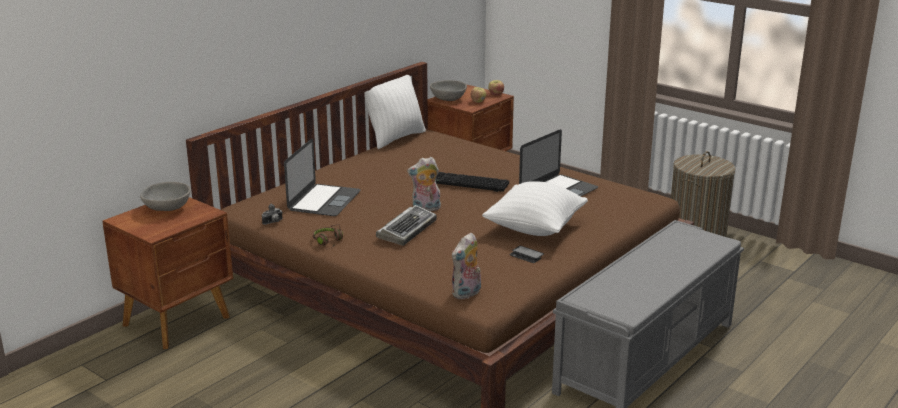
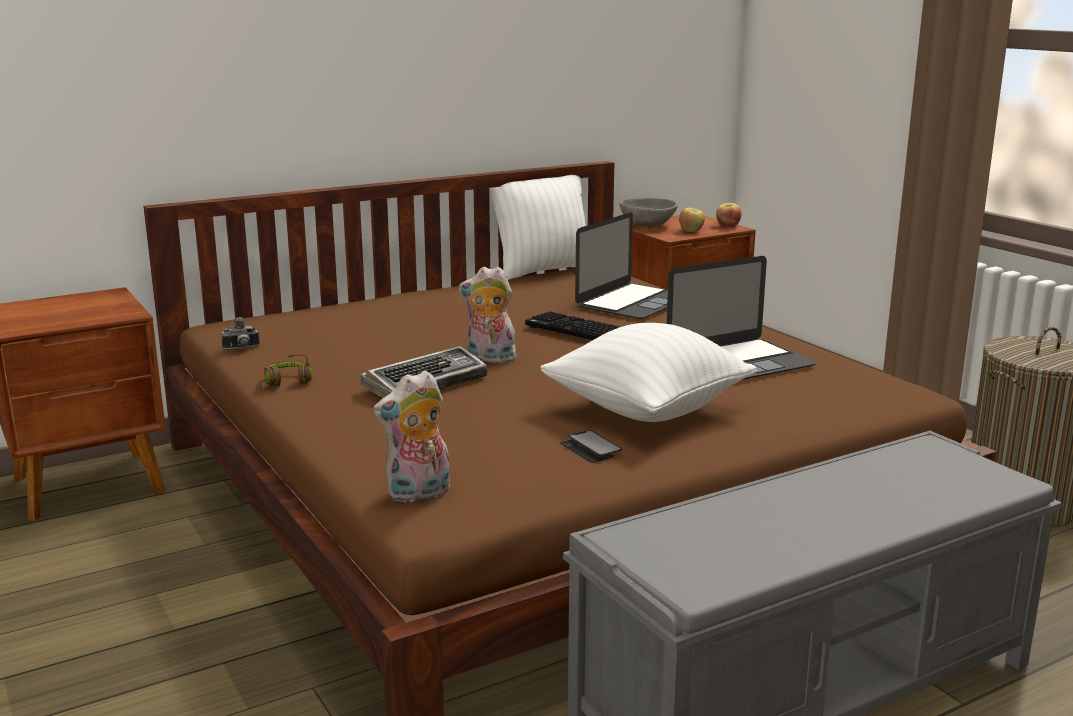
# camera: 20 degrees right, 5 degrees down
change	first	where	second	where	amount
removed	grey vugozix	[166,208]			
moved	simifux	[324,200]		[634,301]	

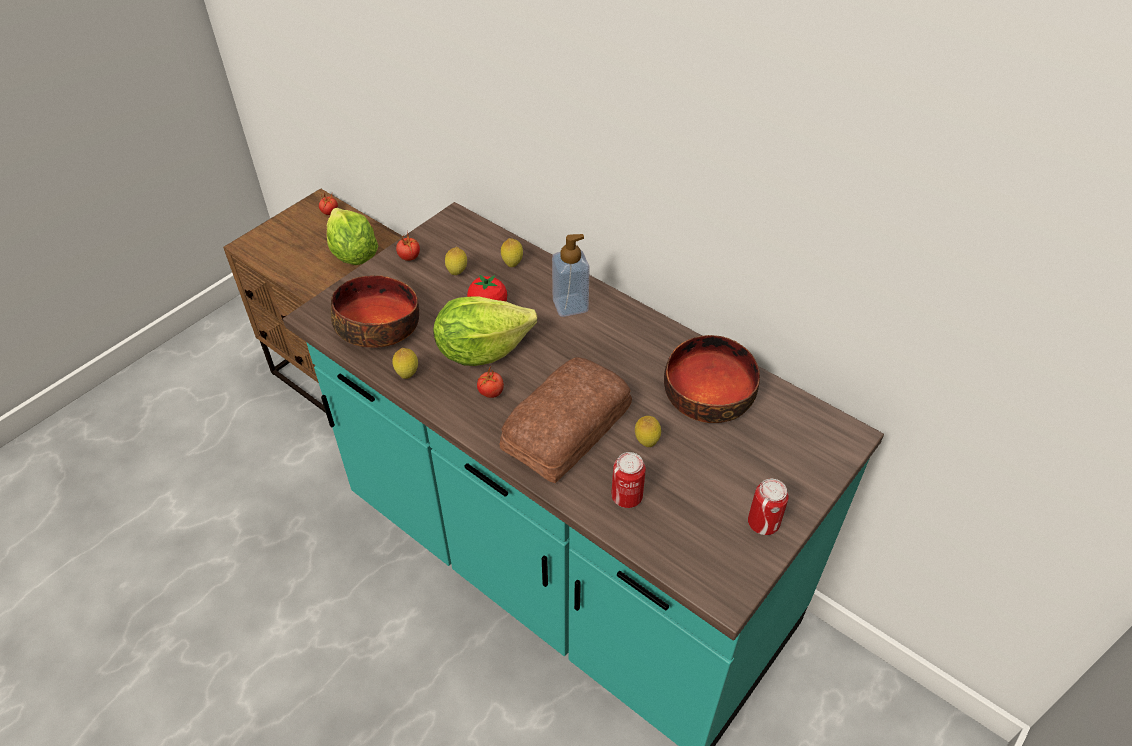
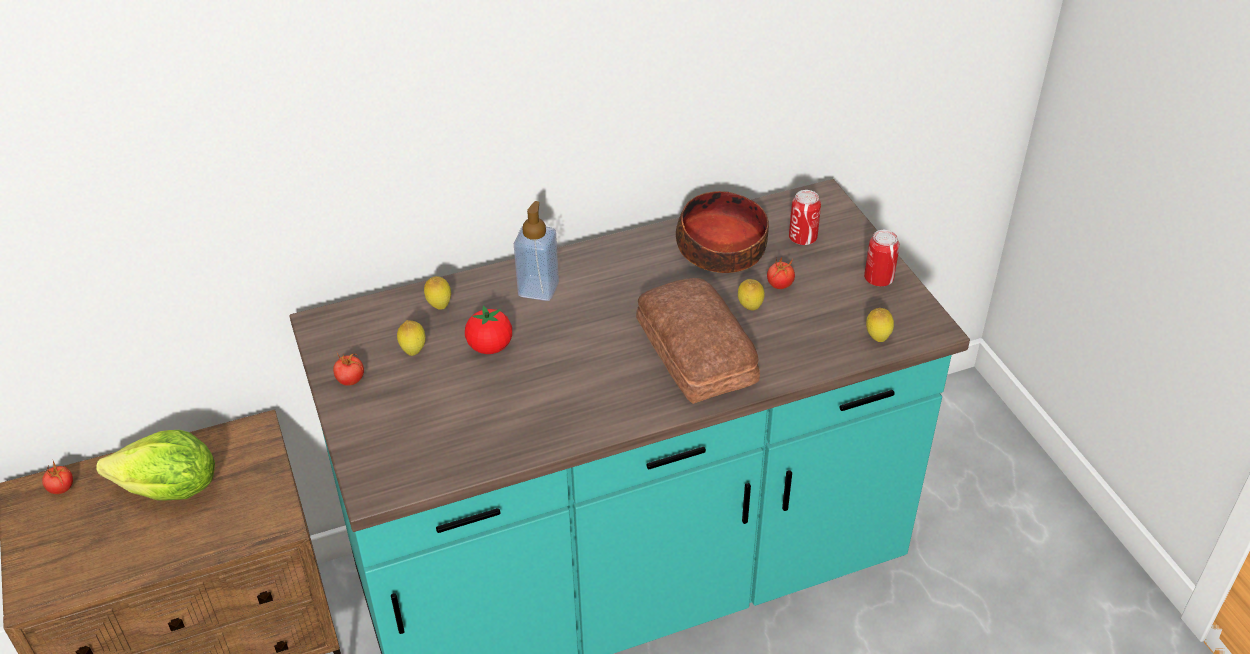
# camera: 60 degrees left, 5 degrees down
change	first	where	second	where	amount
removed	vugozix	[379,325]			
moved	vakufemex	[407,374]		[877,338]	
removed	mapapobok	[481,350]			
moved	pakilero	[491,393]		[779,285]	
moved	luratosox	[626,496]		[802,238]	

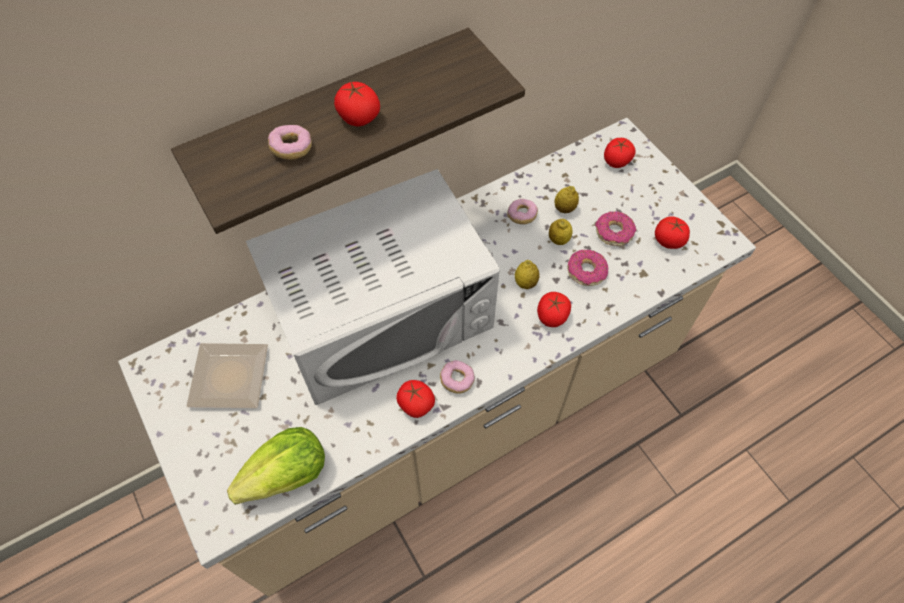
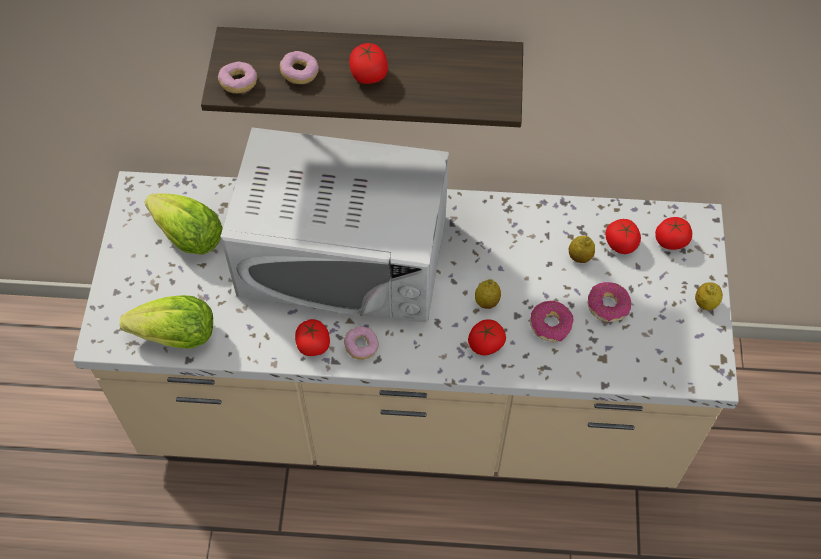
# camera: 35 degrees right, 0 degrees up
change	first	where	second	where	amount
replaced	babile	[232,380]	mapapobok	[189,237]	
moved	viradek	[522,215]		[238,83]	
moved	vakufemex	[558,240]		[705,303]	
moved	pakilero	[668,240]		[621,244]	

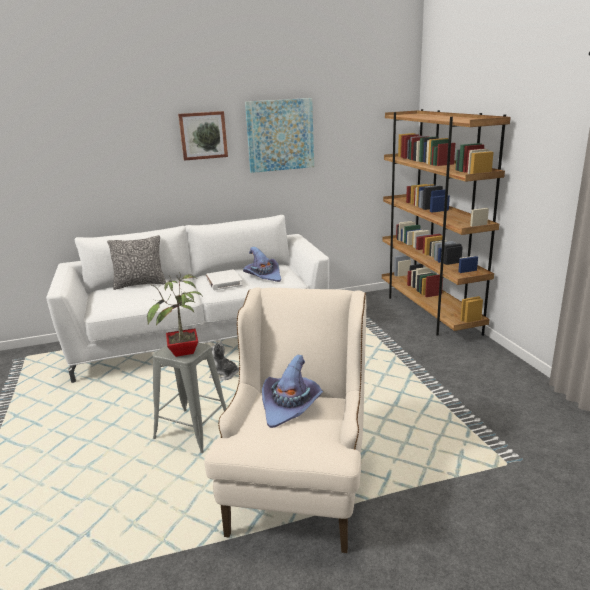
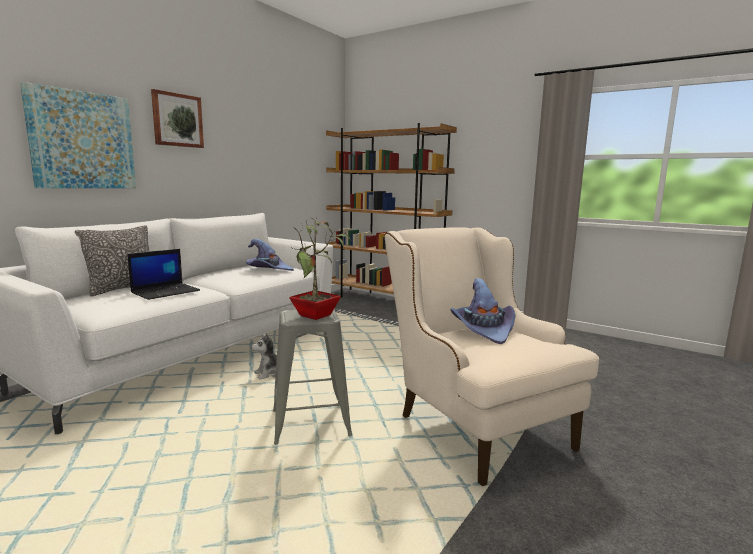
# camera: 40 degrees left, 10 degrees down
change	first	where	second	where	amount
removed	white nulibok	[223,282]			
moved	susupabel	[280,135]		[82,140]	
added			simifux	[166,291]	

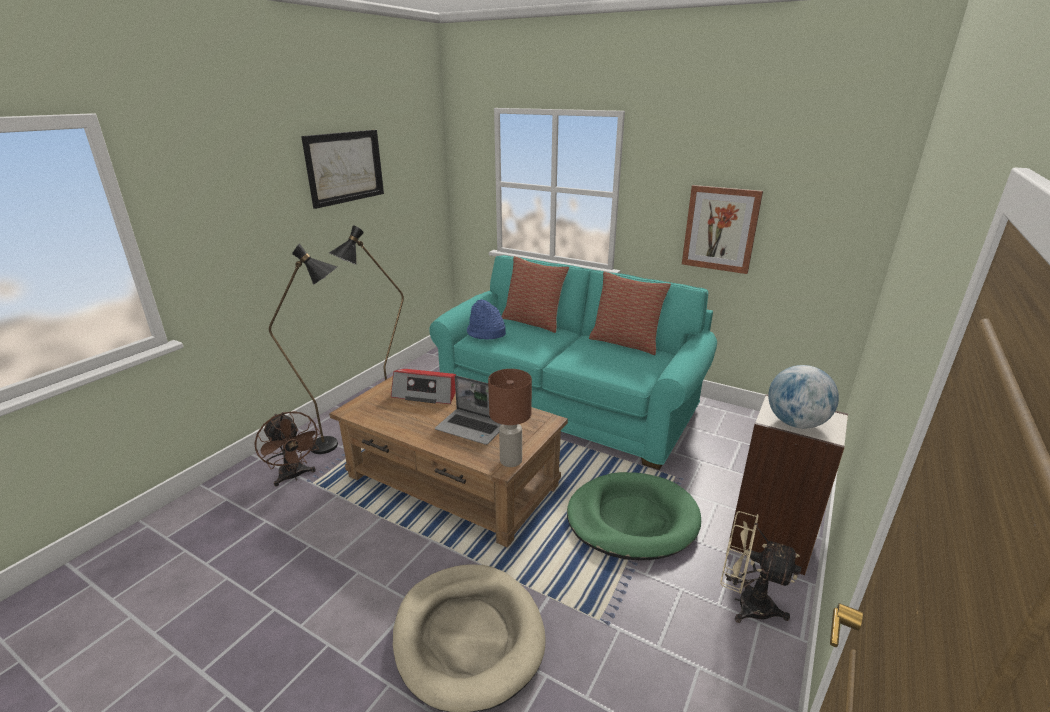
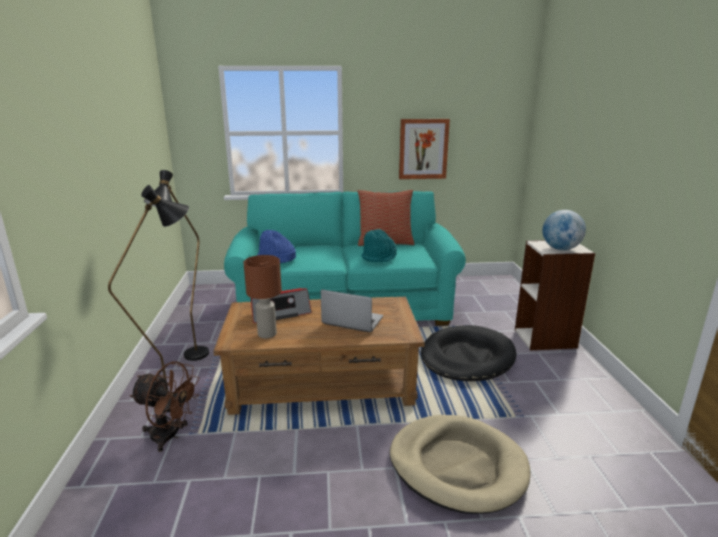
# camera: 35 degrees left, 5 degrees down
change	first	where	second	where	amount
removed	susupabel	[344,167]			
turned	simifux	[473,427]		[351,321]	150 degrees counterclockwise
moved	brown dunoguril	[511,460]		[267,334]	
removed	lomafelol	[533,322]			
recoloured	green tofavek	[632,519]	black tofavek	[467,357]	
removed	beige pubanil	[745,603]			
added			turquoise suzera	[379,257]	

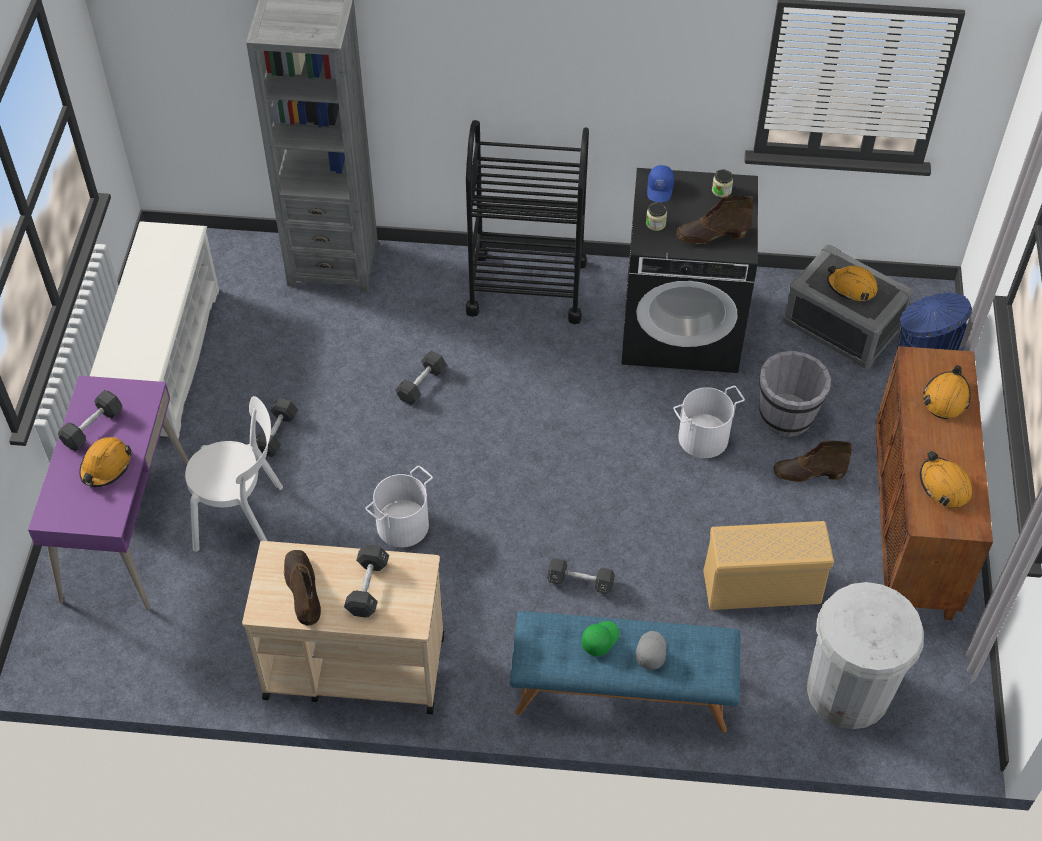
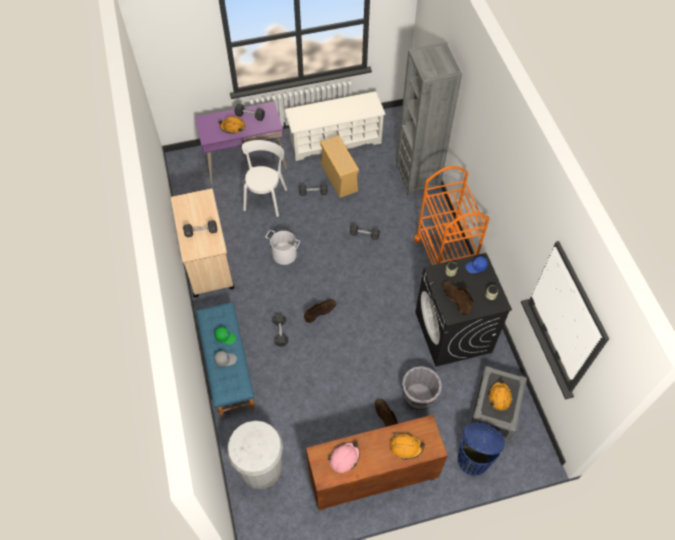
# camera: 70 degrees right, 5 degrees up
change	first	where	second	where	amount
turned	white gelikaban	[244,518]		[266,197]	150 degrees counterclockwise
moved	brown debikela	[302,589]		[320,311]	
recoloured	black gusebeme	[526,287]	orange gusebeme	[444,257]	
removed	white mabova	[703,438]			
moved	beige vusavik	[760,587]		[338,177]	
recoloured	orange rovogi	[944,486]	pink rovogi	[344,458]	

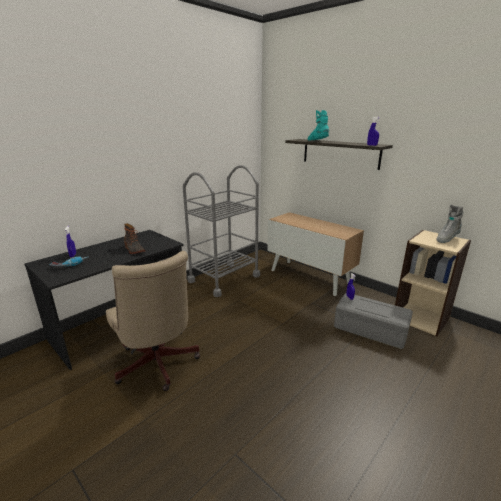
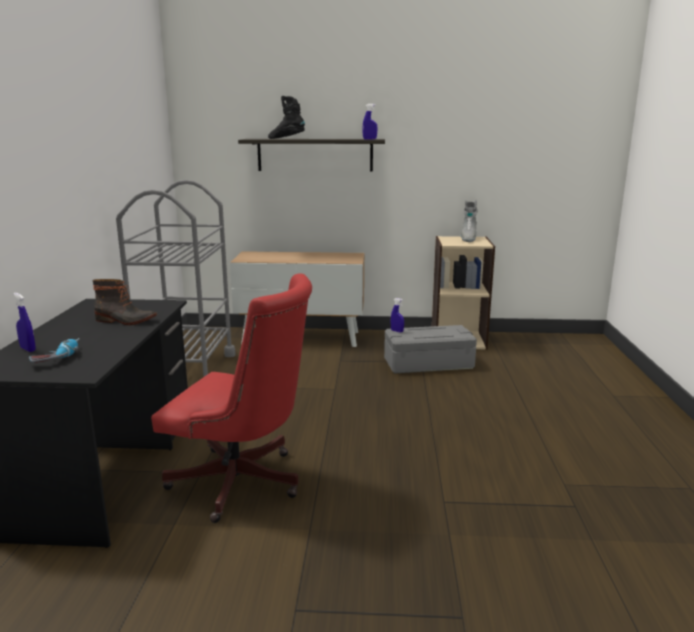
# camera: 40 degrees left, 5 degrees down
change	first	where	second	where	amount
recoloured	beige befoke	[157,366]	red befoke	[243,484]	
recoloured	turquoise debikela	[317,141]	black debikela	[286,139]	

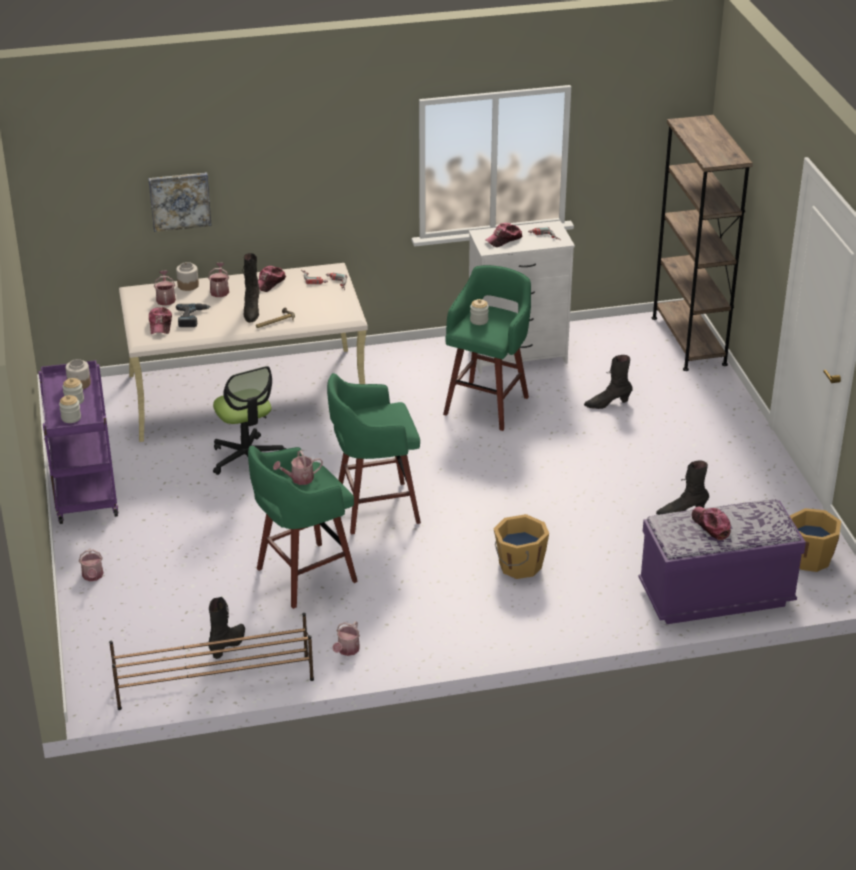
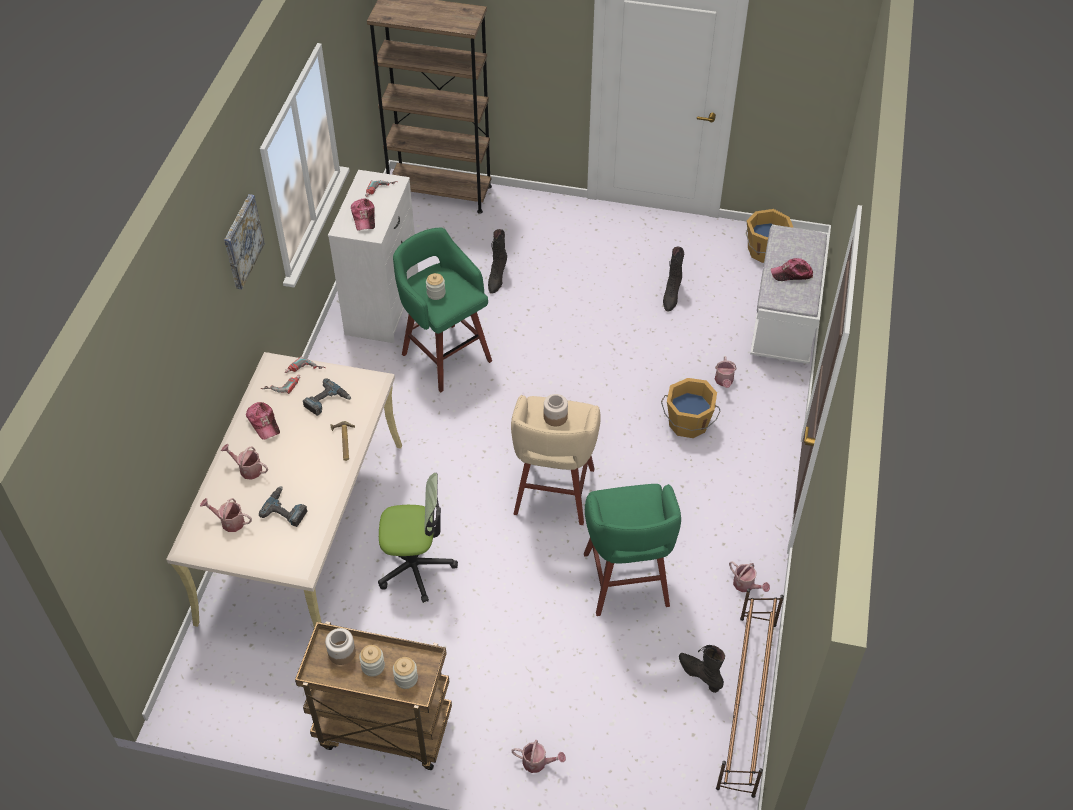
# camera: 65 degrees left, 15 degrees up
change	first	where	second	where	amount
recoloured	purple gusebeme	[83,490]	brown gusebeme	[382,730]	
moved	susupabel	[180,201]		[242,241]	
removed	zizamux	[160,325]			
moved	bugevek	[188,285]		[555,417]	
removed	black debikela	[251,311]			
moved	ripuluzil	[299,479]		[724,381]	
recoloured	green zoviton	[374,508]	beige zoviton	[553,494]	
recoloured	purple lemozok	[716,596]	white lemozok	[784,321]	
added			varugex	[327,401]	

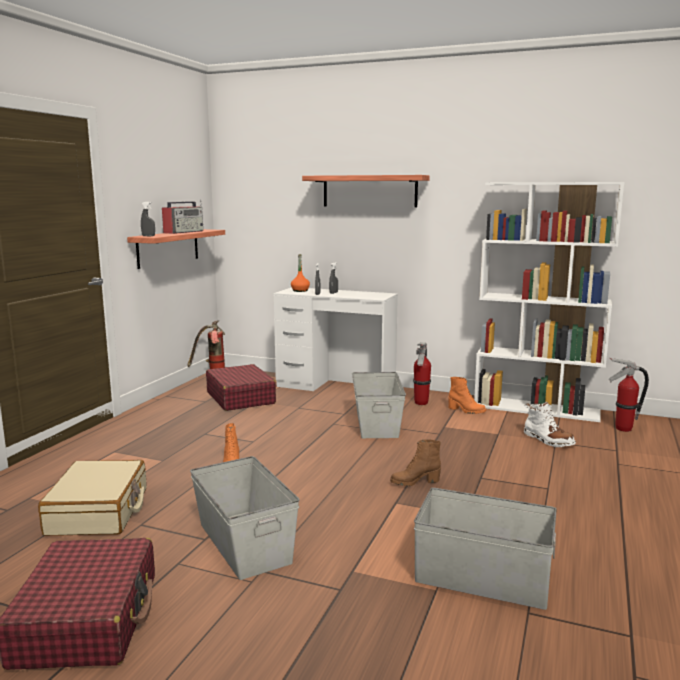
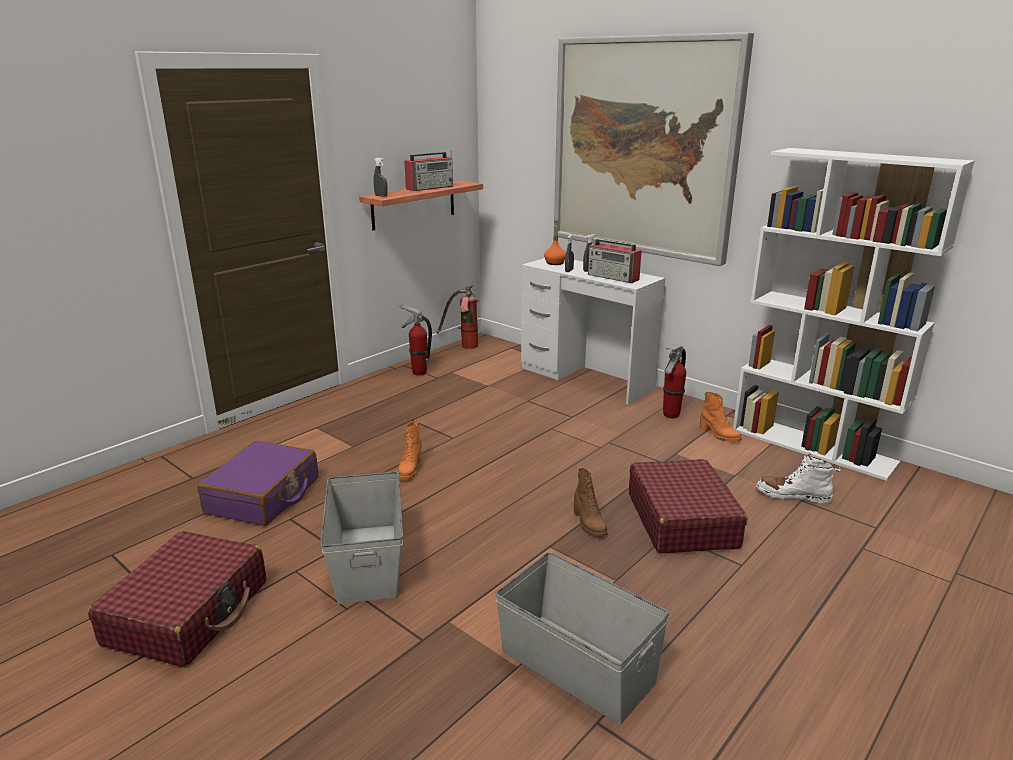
# camera: 20 degrees right, 10 degrees up
change	first	where	second	where	amount
recoloured	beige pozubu	[99,511]	purple pozubu	[263,496]	
moved	red pozubu	[240,398]		[681,520]	
replaced	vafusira	[369,191]	susupabel	[643,147]	
removed	grey vusavik	[376,423]			
turned	brown debikela	[415,482]		[588,524]	120 degrees counterclockwise
turned	white debikela	[548,440]		[793,495]	120 degrees clockwise
moved	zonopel	[622,429]		[419,372]	
added			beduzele	[613,277]	

